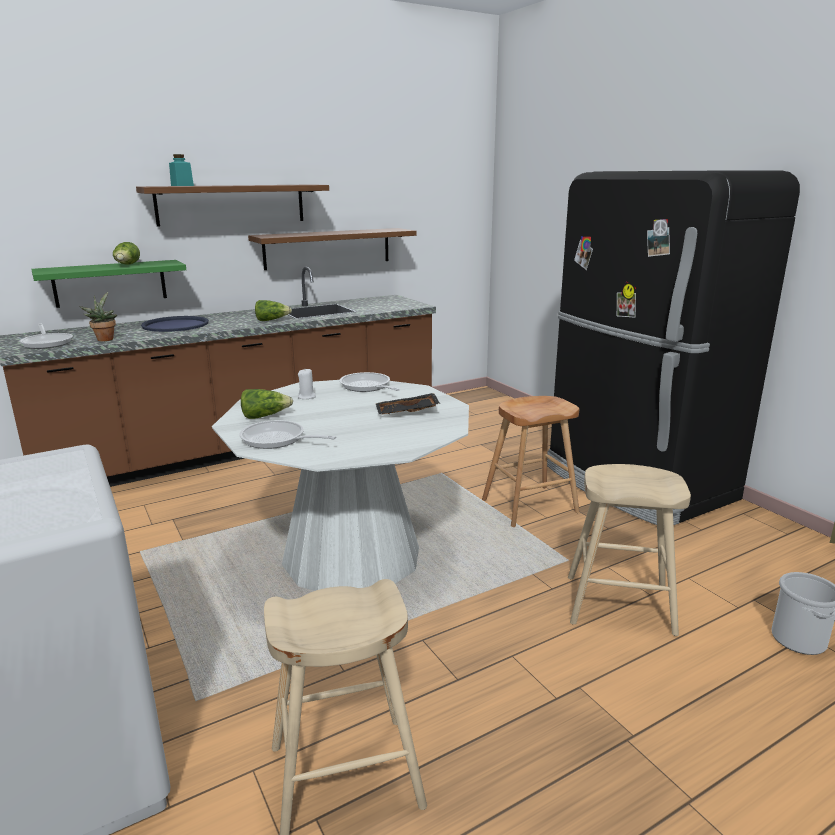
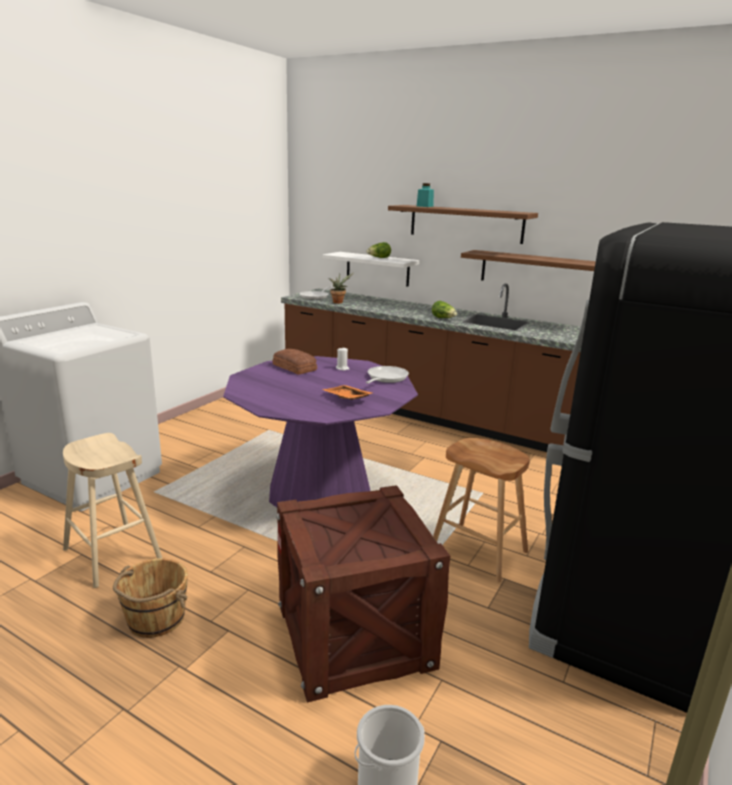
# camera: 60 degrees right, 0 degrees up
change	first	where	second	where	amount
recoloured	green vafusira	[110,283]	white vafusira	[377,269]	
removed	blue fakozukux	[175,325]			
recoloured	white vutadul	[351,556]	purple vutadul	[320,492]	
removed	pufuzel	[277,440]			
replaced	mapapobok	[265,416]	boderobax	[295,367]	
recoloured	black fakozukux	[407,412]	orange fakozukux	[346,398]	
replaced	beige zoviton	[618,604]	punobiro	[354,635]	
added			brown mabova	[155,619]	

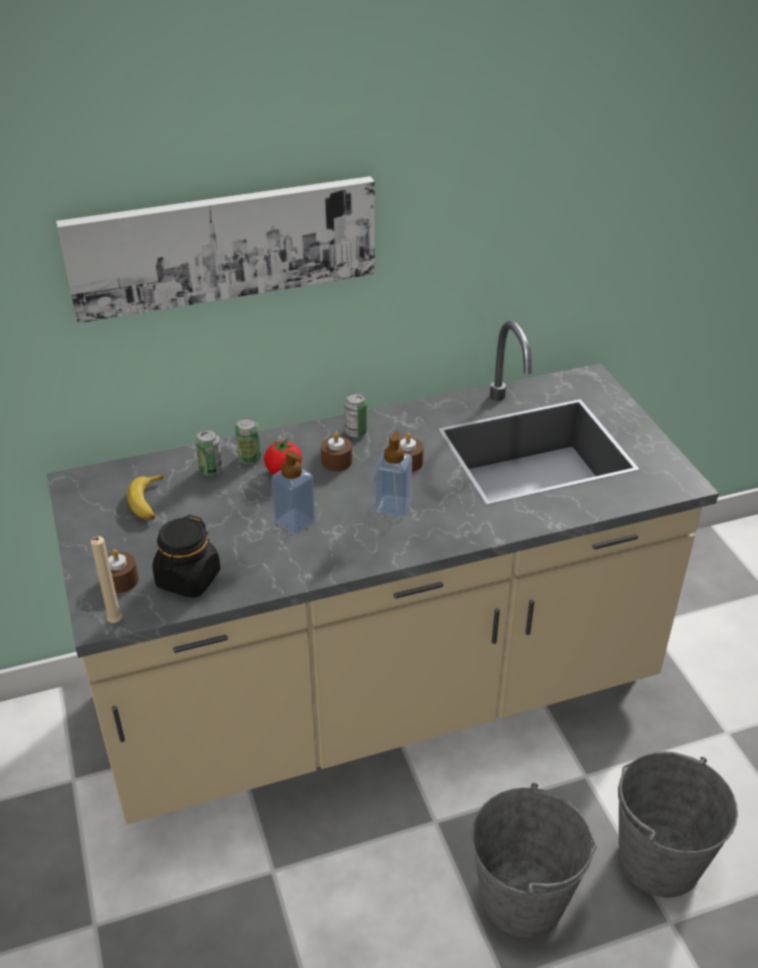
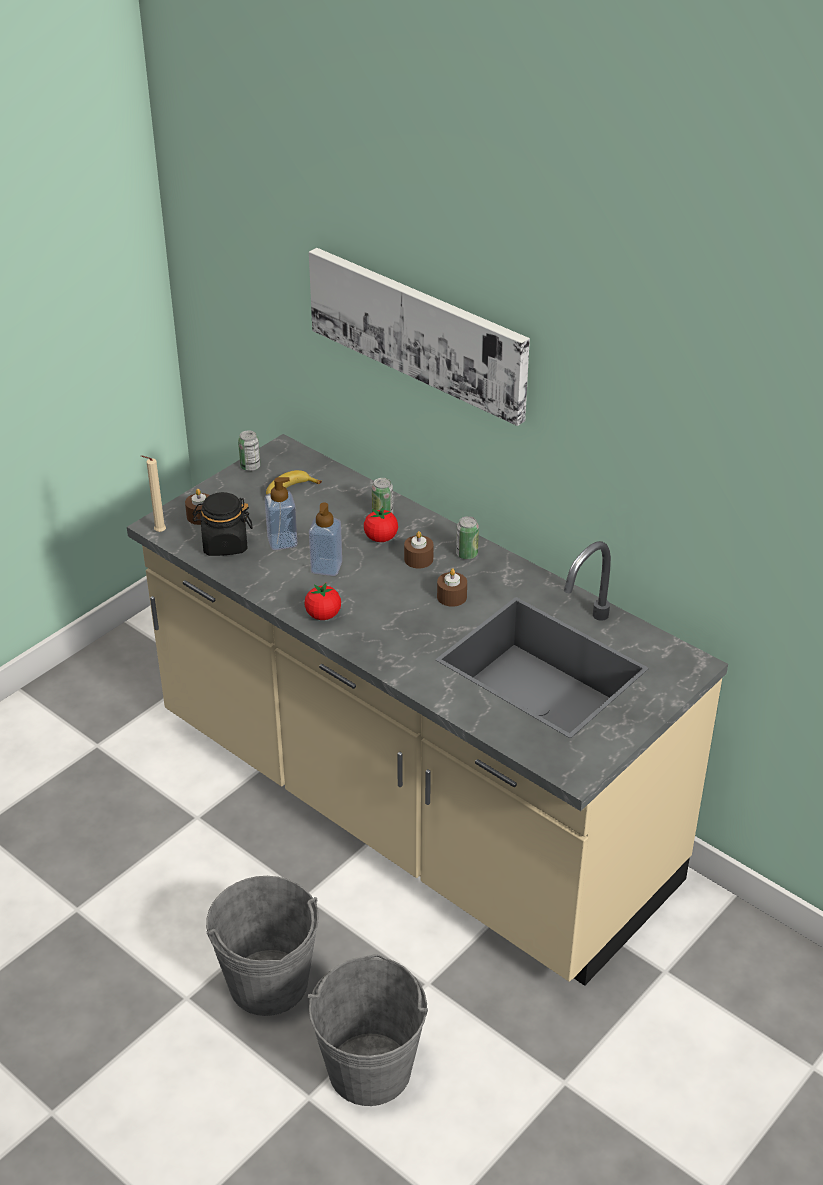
# camera: 60 degrees right, 0 degrees up
change	first	where	second	where	amount
moved	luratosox	[211,470]		[250,467]	
moved	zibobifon	[393,506]		[282,541]	
added			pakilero	[323,615]	

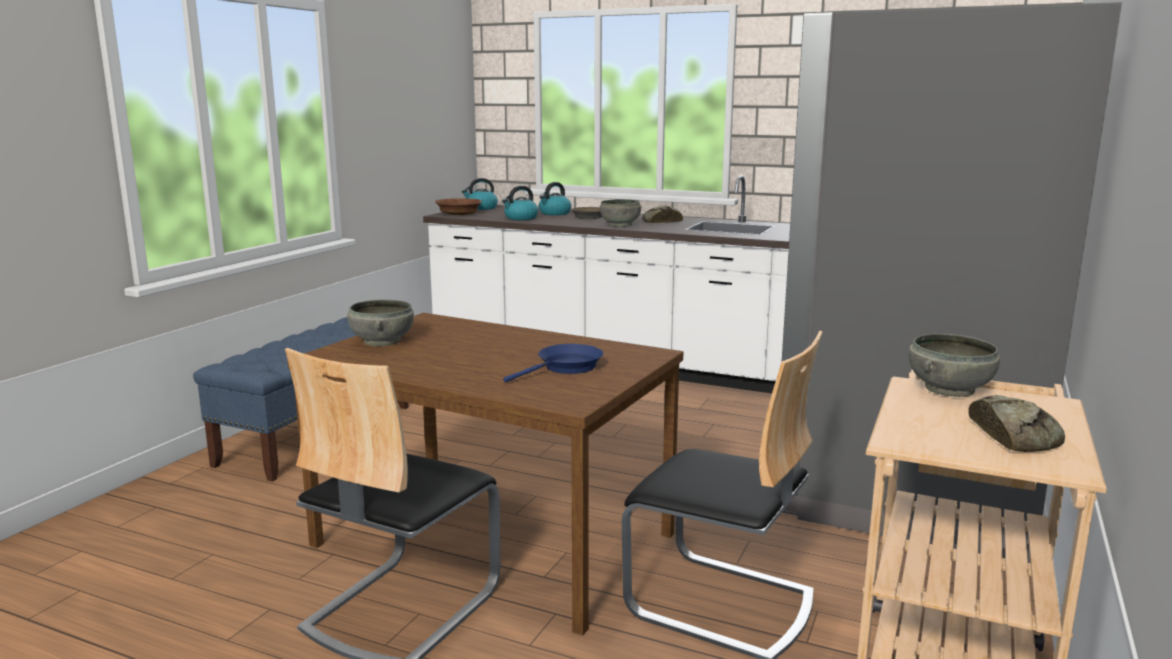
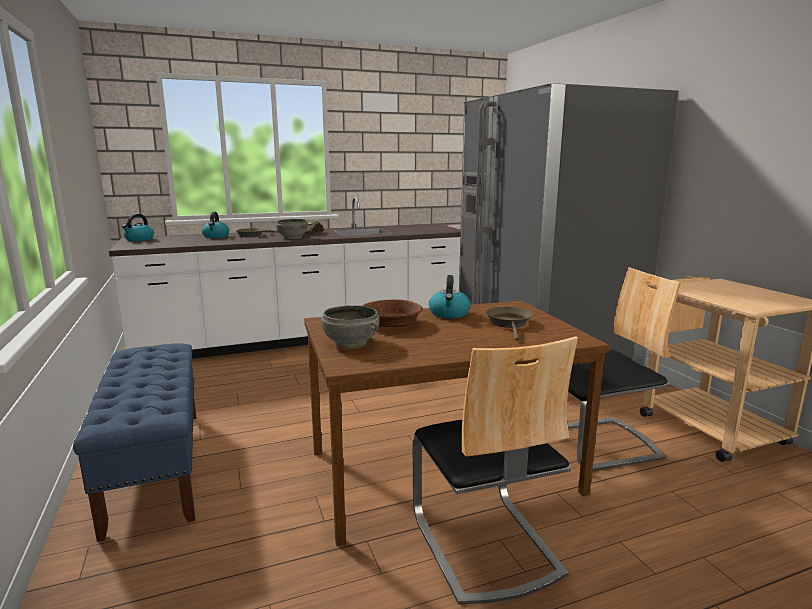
# camera: 45 degrees left, 0 degrees up
change	first	where	second	where	amount
moved	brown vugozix	[459,213]		[391,323]	
moved	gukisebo	[520,218]		[449,314]	
recoloured	blue pufuzel	[566,368]	brown pufuzel	[509,324]	
removed	grey vugozix	[948,389]			
removed	boderobax	[1013,435]			

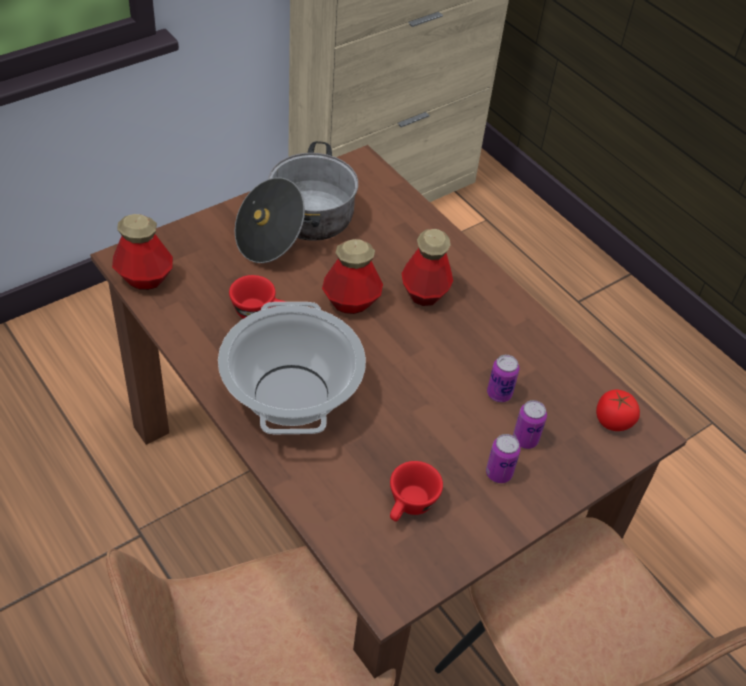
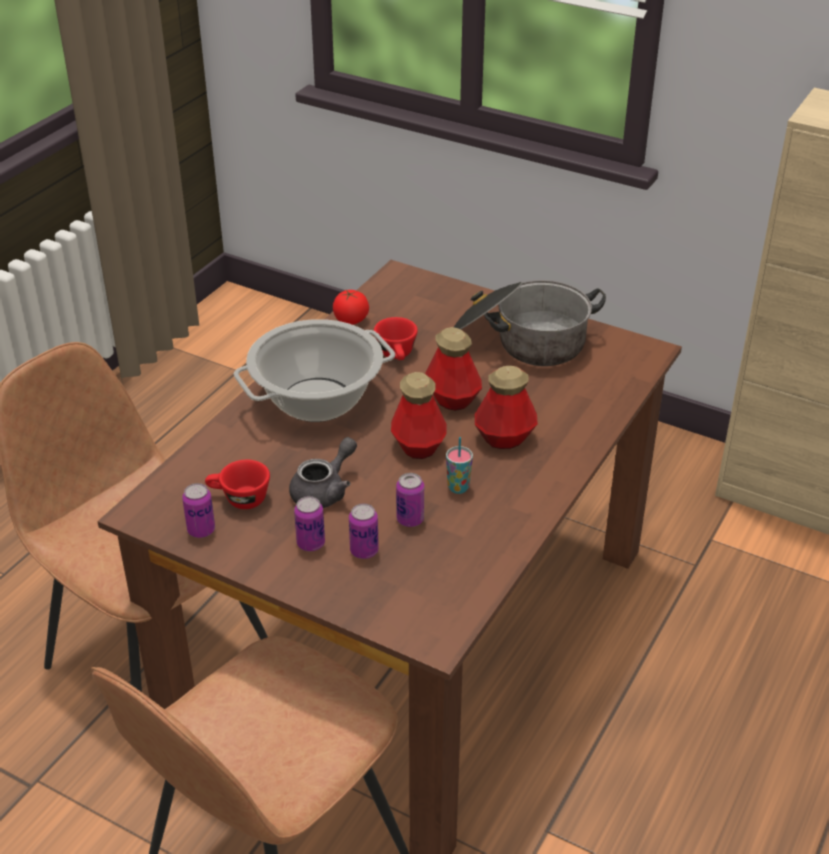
# camera: 70 degrees right, 10 degrees down
change	first	where	second	where	amount
moved	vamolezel	[144,278]		[418,446]	
moved	pakilero	[613,421]		[351,320]	
added			luratosox	[201,530]	
added			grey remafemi	[325,491]	
added			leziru	[458,488]	

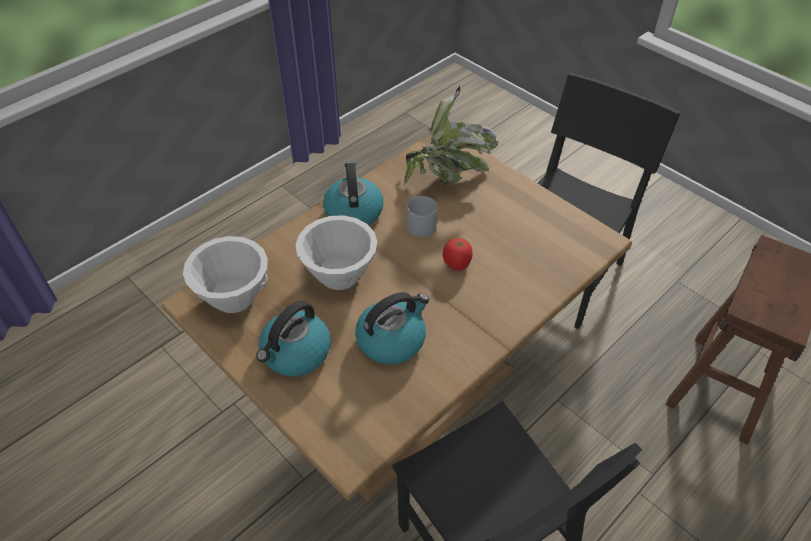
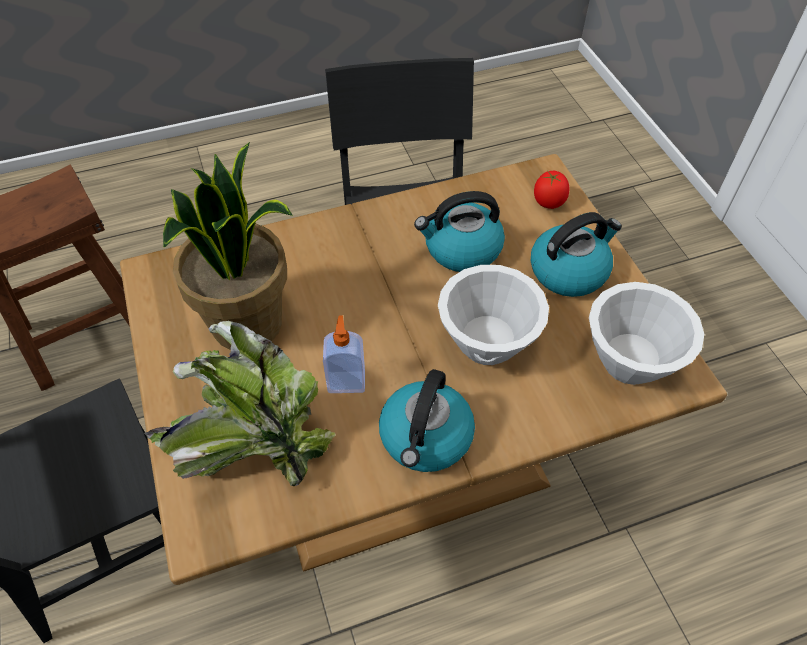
# camera: 155 degrees left, 5 degrees up
change	first	where	second	where	amount
replaced	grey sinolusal	[419,223]	zibobifon	[346,381]	
moved	pakilero	[457,264]		[548,202]	
added			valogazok	[249,324]	

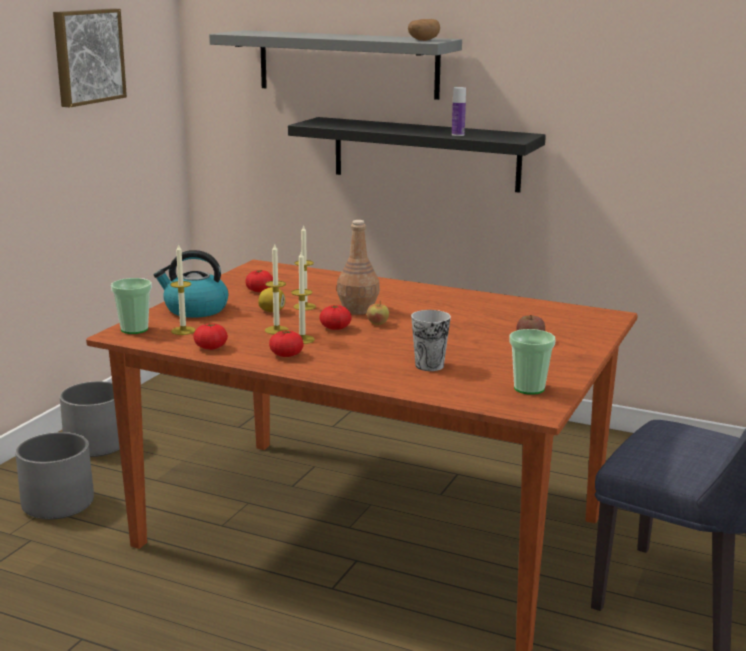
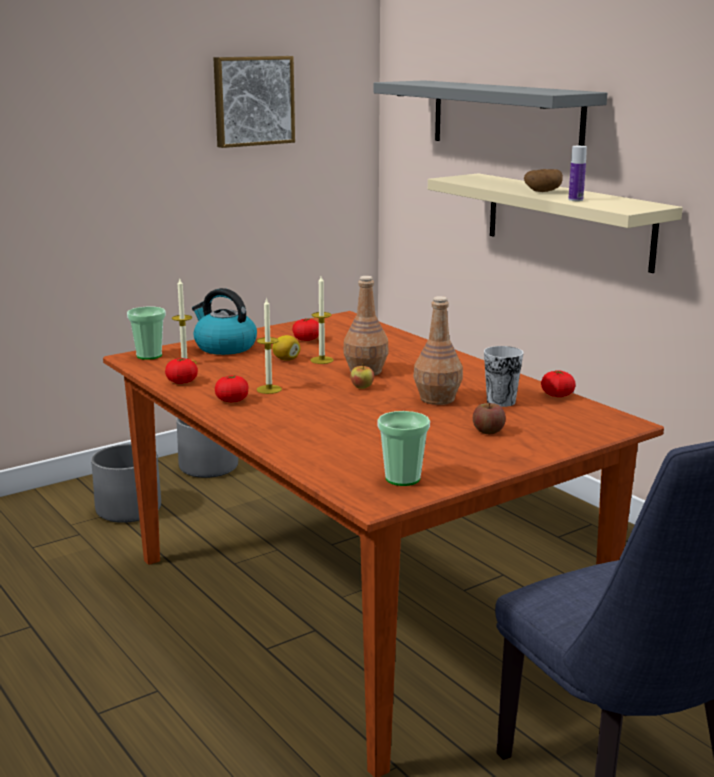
# camera: 30 degrees right, 0 degrees up
change	first	where	second	where	amount
removed	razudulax	[276,330]			
recoloured	black vafusira	[425,154]	beige vafusira	[568,220]	
moved	pakilero	[335,328]		[557,395]	
moved	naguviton	[423,40]		[542,191]	
moved	leziru	[429,365]		[501,401]	
added			brown vamolezel	[437,398]	

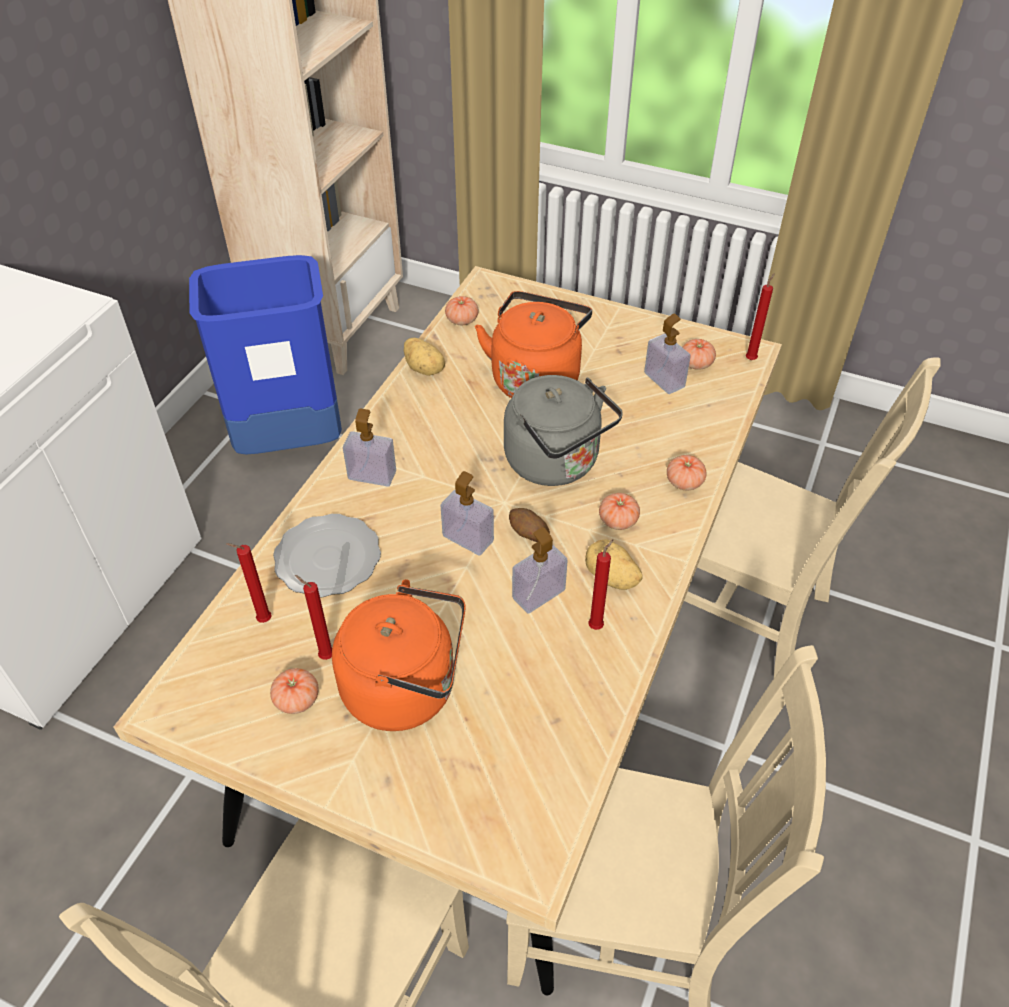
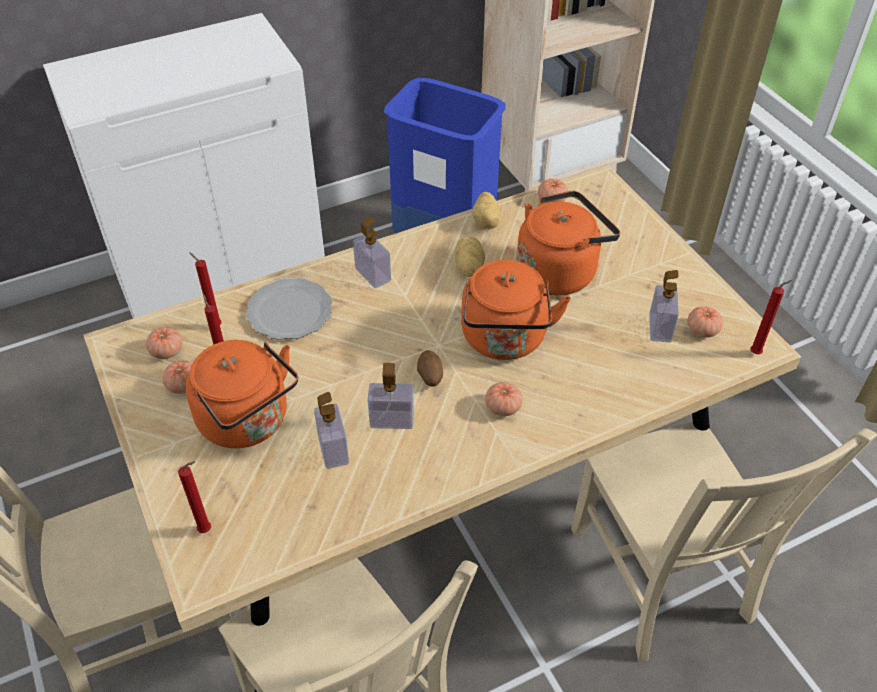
# camera: 40 degrees right, 0 degrees up
change	first	where	second	where	amount
moved	zibobifon	[468,538]		[333,450]	
recoloured	grey gukisebo	[556,463]	orange gukisebo	[505,340]	
moved	naguviton	[611,578]		[468,268]	
moved	red razudulax	[597,625]		[207,530]	
moved	pakilero	[684,482]		[167,351]	

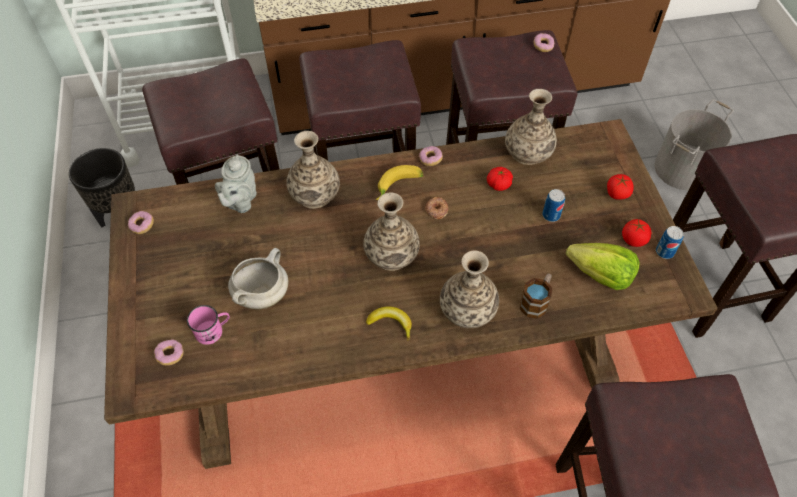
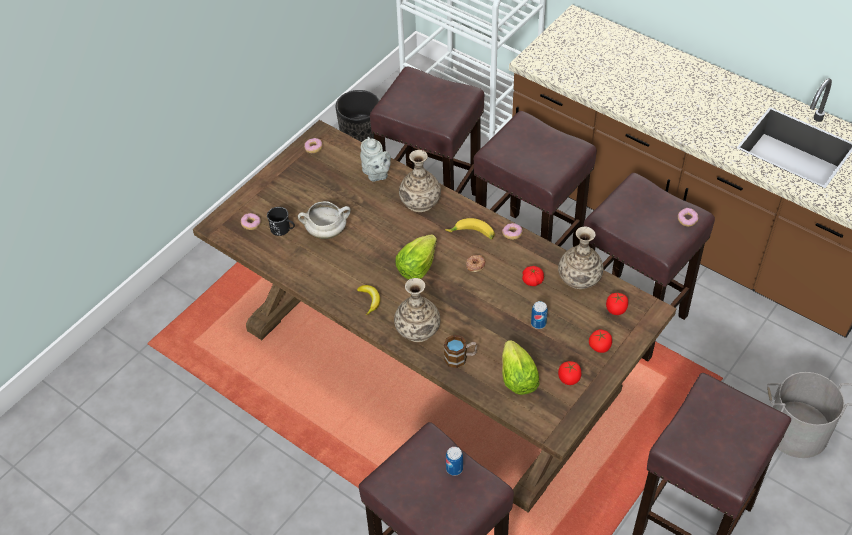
# camera: 50 degrees right, 5 degrees down
change	first	where	second	where	amount
recoloured	pink sinolusal	[213,331]	black sinolusal	[283,229]	
turned	grey remafemi	[240,202]		[376,174]	90 degrees counterclockwise
replaced	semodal	[391,254]	mapapobok	[417,267]	
moved	luratosox	[664,252]		[454,468]	
added			pakilero	[616,309]	

